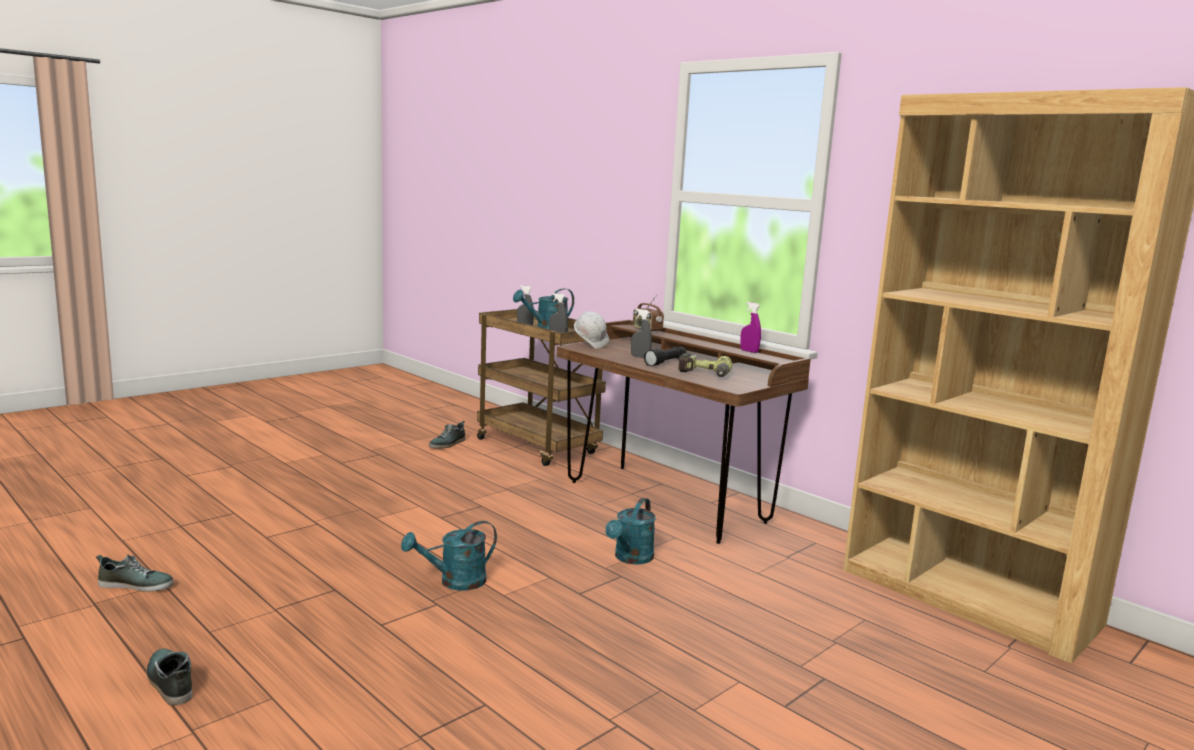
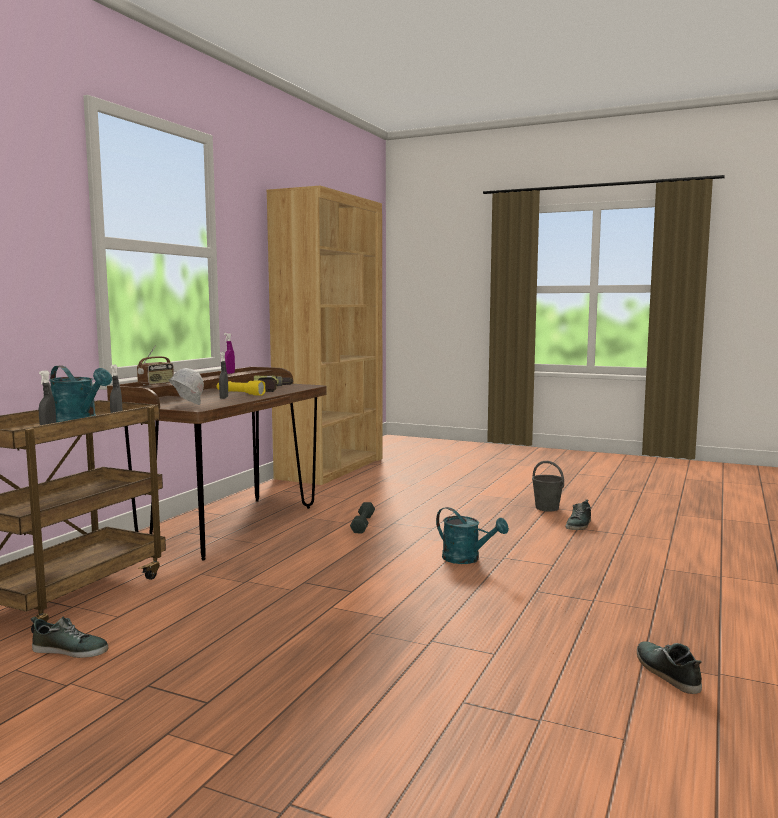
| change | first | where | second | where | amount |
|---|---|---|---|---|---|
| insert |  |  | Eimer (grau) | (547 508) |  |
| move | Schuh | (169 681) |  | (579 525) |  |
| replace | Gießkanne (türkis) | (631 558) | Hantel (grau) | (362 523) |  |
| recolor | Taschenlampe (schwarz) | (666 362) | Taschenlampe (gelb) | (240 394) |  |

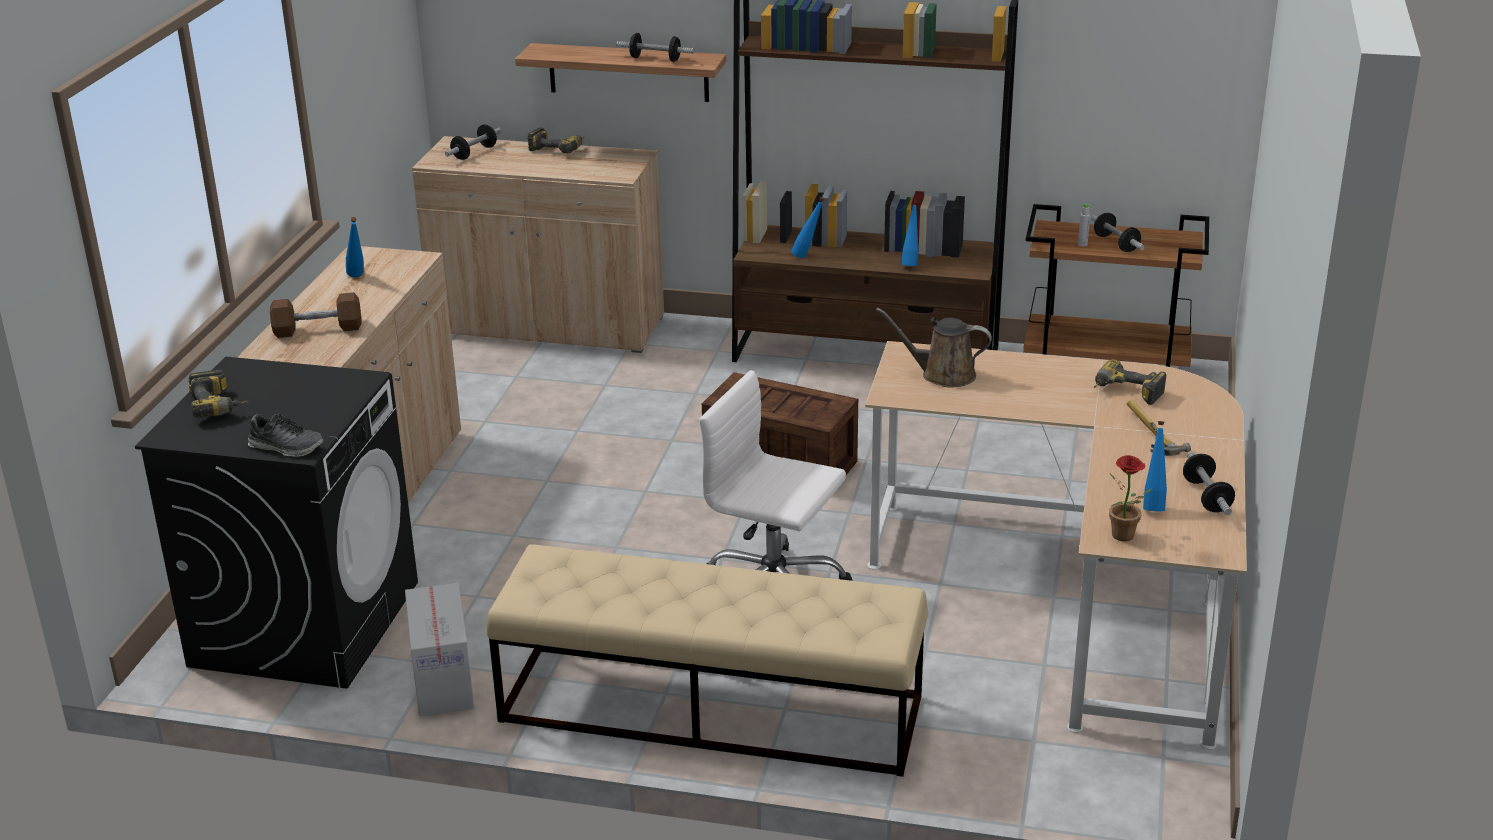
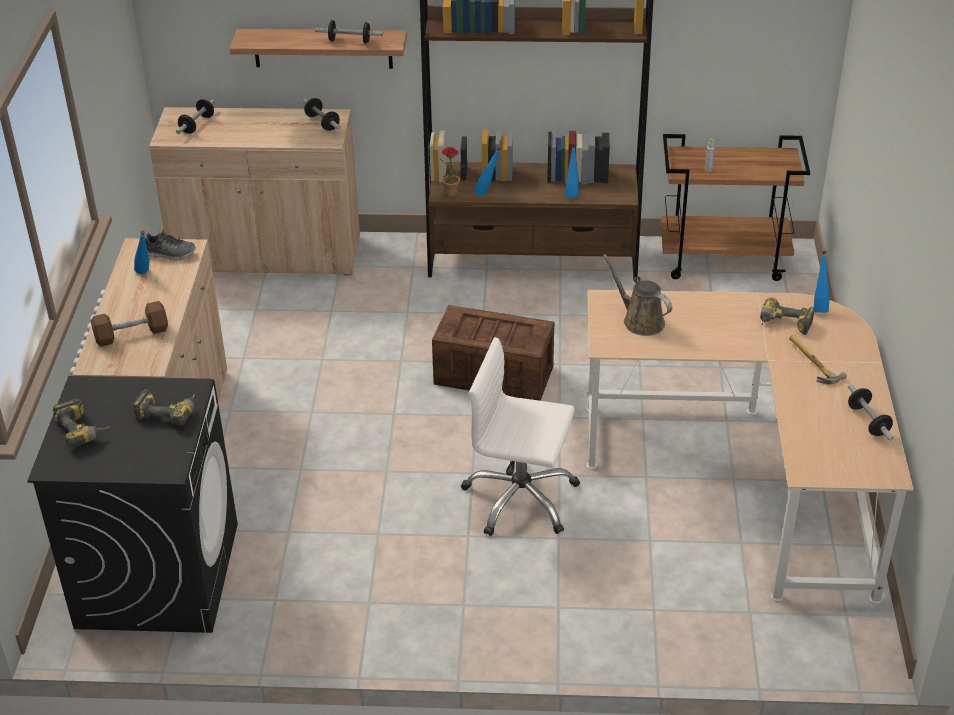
| change | first | where | second | where | amount |
|---|---|---|---|---|---|
| delete | Karton | (443 681) |  |  |  |
| delete | Bank (beige) | (709 709) |  |  |  |
| move | Schuh | (286 447) |  | (169 254) |  |
| move | Bohrmaschine | (559 149) |  | (169 412) |  |
| move | Hantel | (1116 244) |  | (322 123) |  |
| move | Topfpflanze | (1125 538) |  | (452 195) |  |
| move | Flasche (blau) | (1153 505) |  | (819 307) |  |
| rotate | Gießkanne (braun) | (942 375) |  | (640 320) | 45 degrees clockwise |

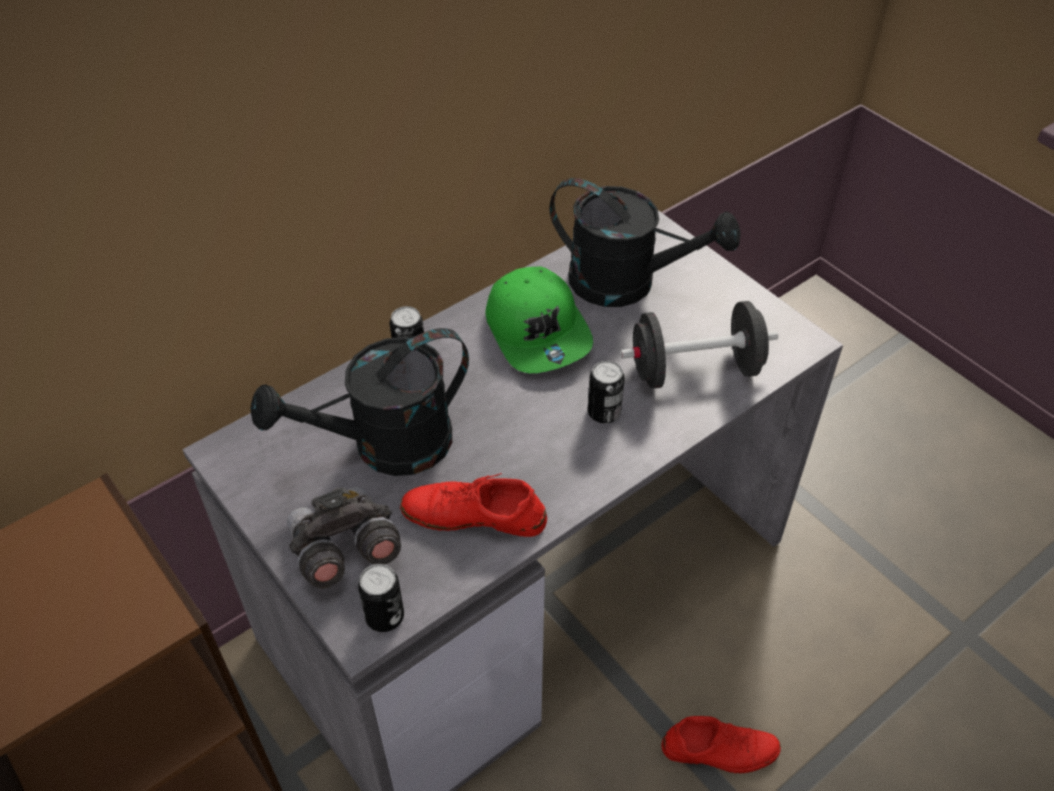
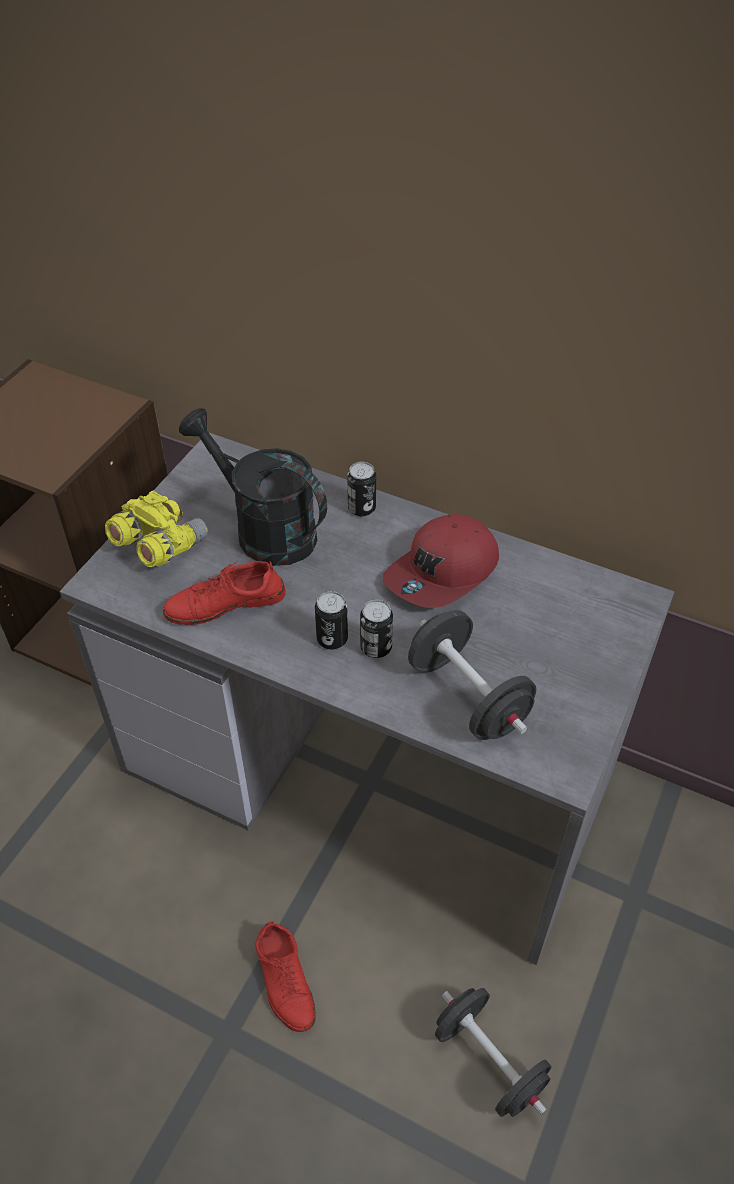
| change | first | where | second | where | amount |
|---|---|---|---|---|---|
| delete | Gießkanne (schwarz) | (627 283) |  |  |  |
| insert |  |  | Hantel (schwarz) | (489 1061) |  |
| move | Dose | (384 616) |  | (332 639) |  |
| recolor | Fernglas (grau) | (344 551) | Fernglas (gelb) | (159 545) |  |
| recolor | Kappe (grün) | (539 331) | Kappe (rot) | (443 573) |  |
| rotate | Schuh (rot) | (474 515) |  | (225 603) | 90 degrees counterclockwise |

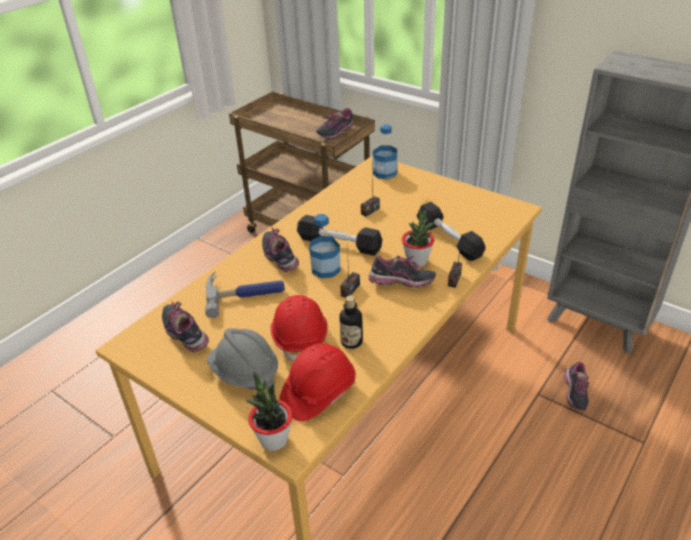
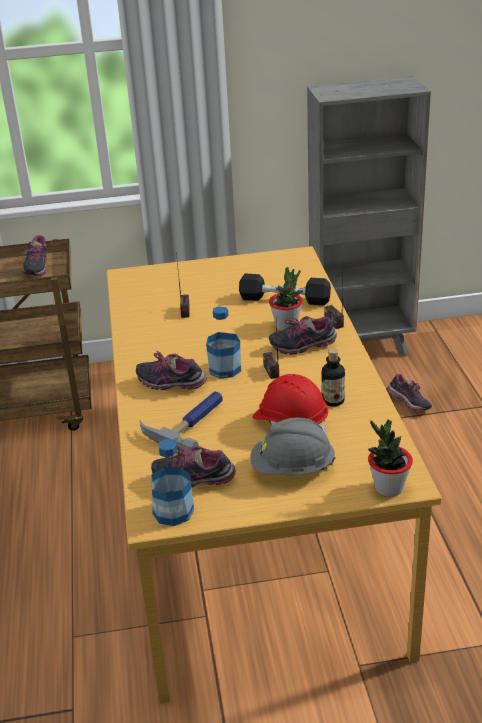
| change | first | where | second | where | amount |
|---|---|---|---|---|---|
| delete | Schutzhelm (rot) | (318 392) |  |  |  |
| delete | Hantel (schwarz) | (339 244) |  |  |  |
| move | Flasche | (385 173) |  | (173 511) |  |
| rotate | Schuh | (401 284) |  | (303 346) | 150 degrees counterclockwise |

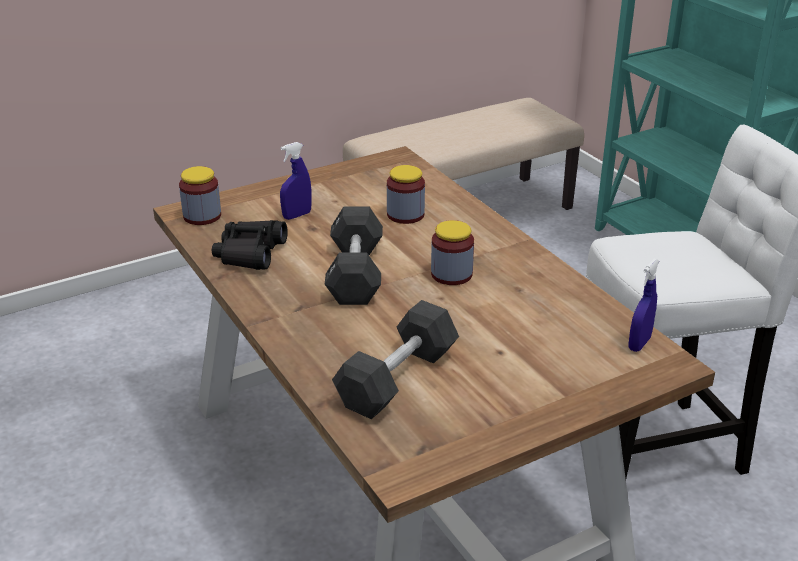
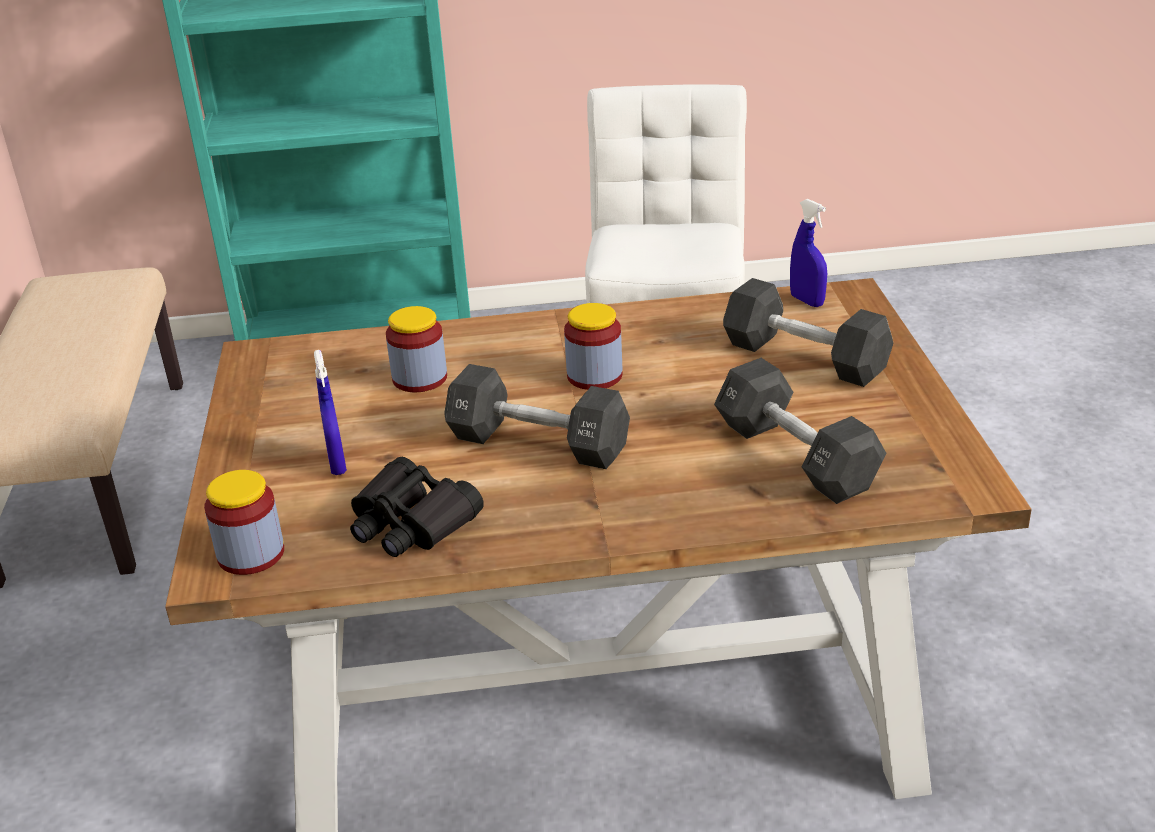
| change | first | where | second | where | amount |
|---|---|---|---|---|---|
| insert |  |  | Hantel (schwarz) | (805 357) |  |

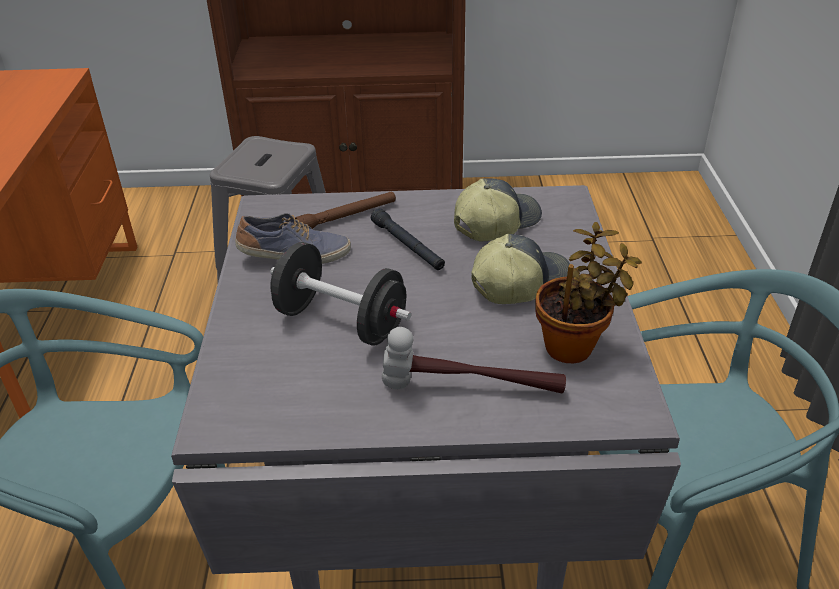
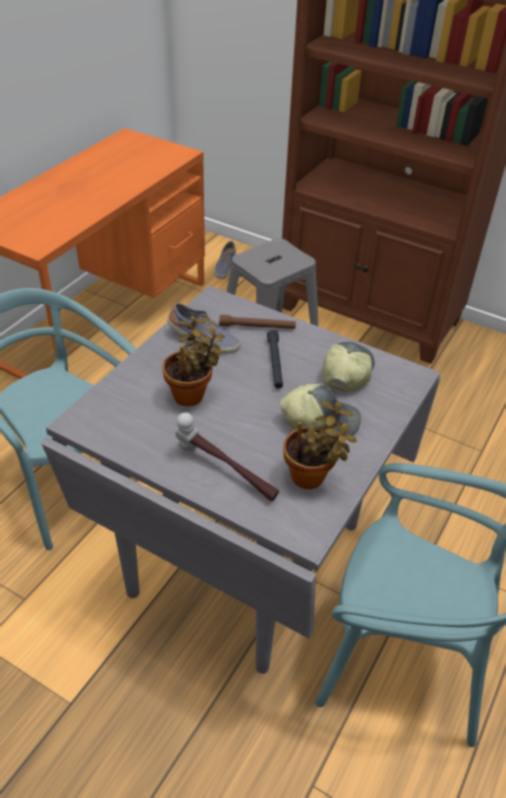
| change | first | where | second | where | amount |
|---|---|---|---|---|---|
| insert |  |  | Schuh | (224 267) |  |
| replace | Hantel (schwarz) | (341 322) | Topfpflanze | (192 395) |  |
| rotate | Kappe | (495 222) |  | (346 372) | 60 degrees counterclockwise |

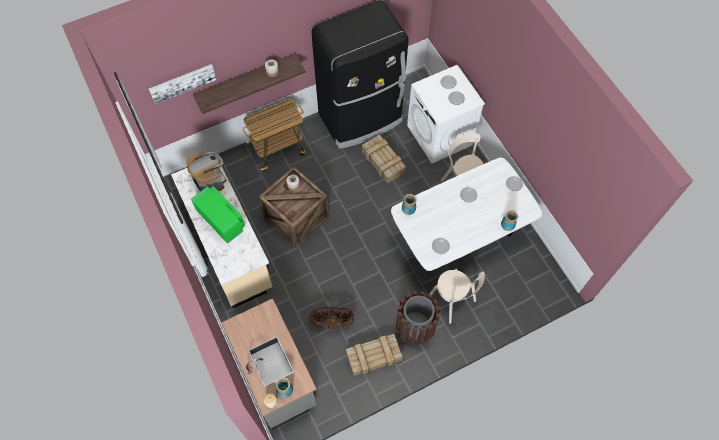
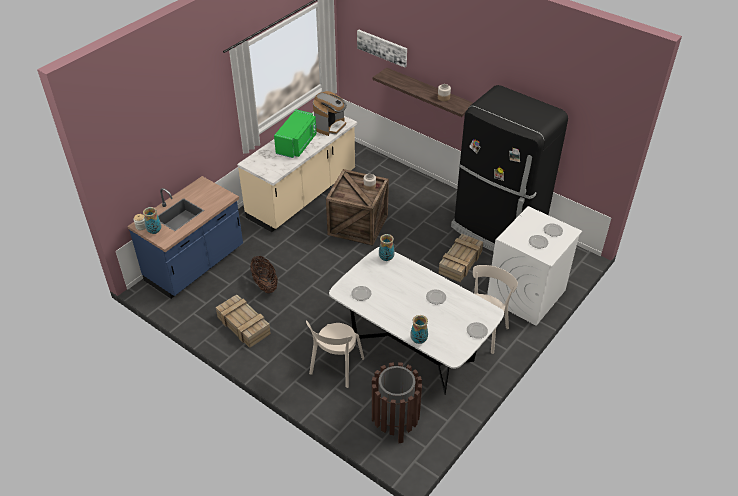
| change | first | where | second | where | amount |
|---|---|---|---|---|---|
| delete | Rollwagen | (278 148) |  |  |  |
| move | Mülleimer (braun) | (414 329) |  | (395 422) |  |
| recolor | Küchenzeile (grau) | (276 375) | Küchenzeile (blau) | (195 265) |  |

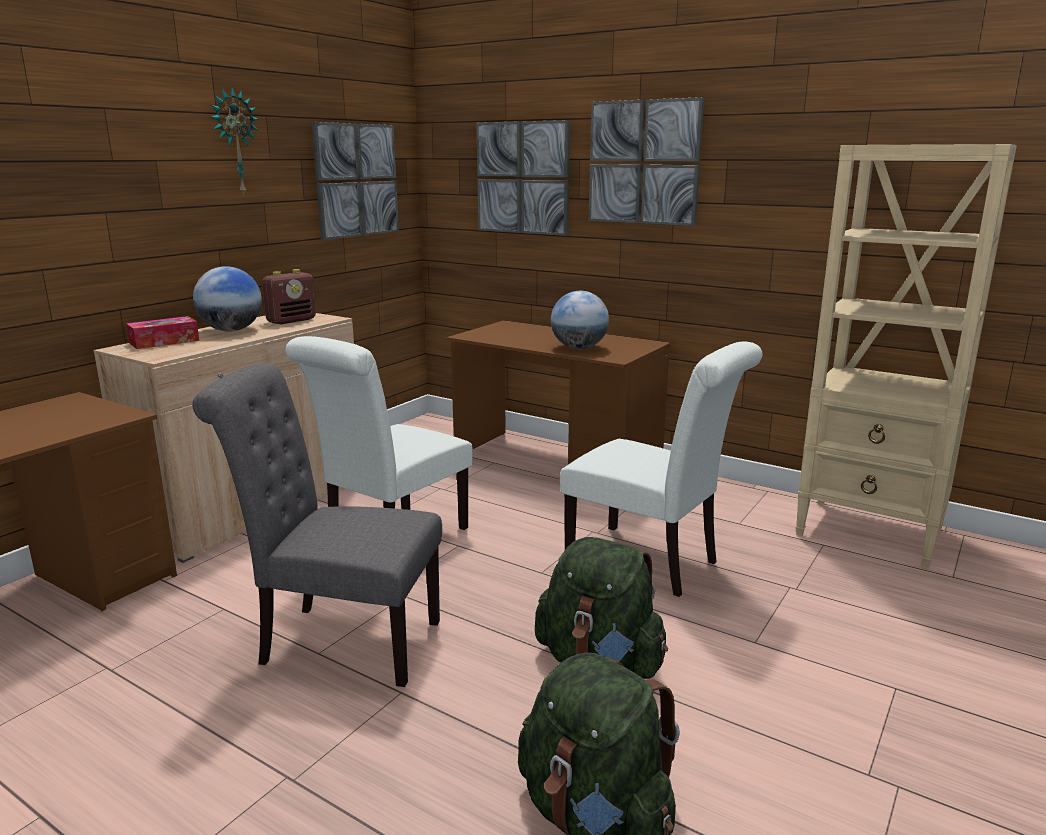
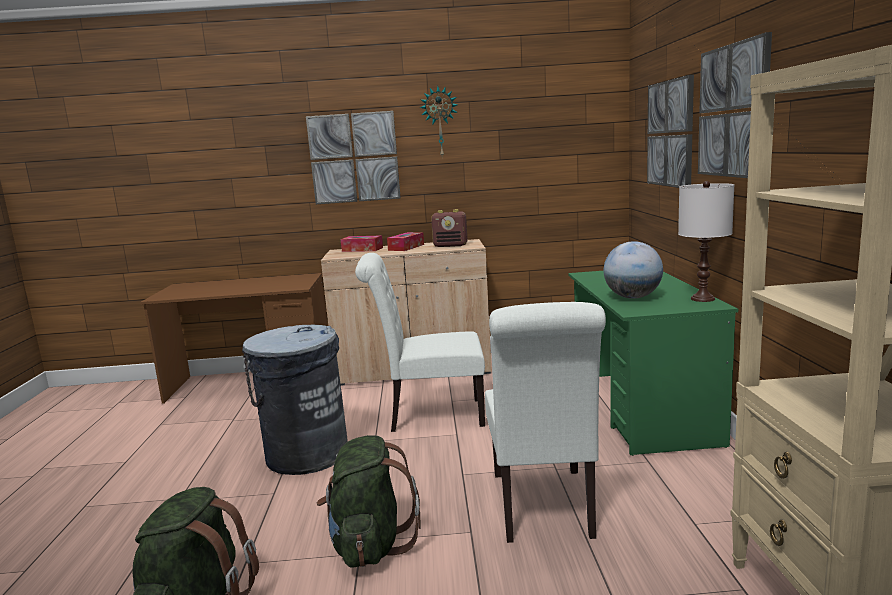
| change | first | where | second | where | amount |
|---|---|---|---|---|---|
| insert |  |  | Tischlampe (weiß) | (703 299) |  |
| move | Bild | (356 180) |  | (354 158) |  |
| replace | Stuhl (grau) | (340 641) | Mülleimer (grau) | (306 454) |  |
| replace | Globus | (231 330) | Taschentuchbox | (406 247) |  |
| recolor | Schreibtisch (braun) | (556 463) | Schreibtisch (grün) | (641 408) |  |

